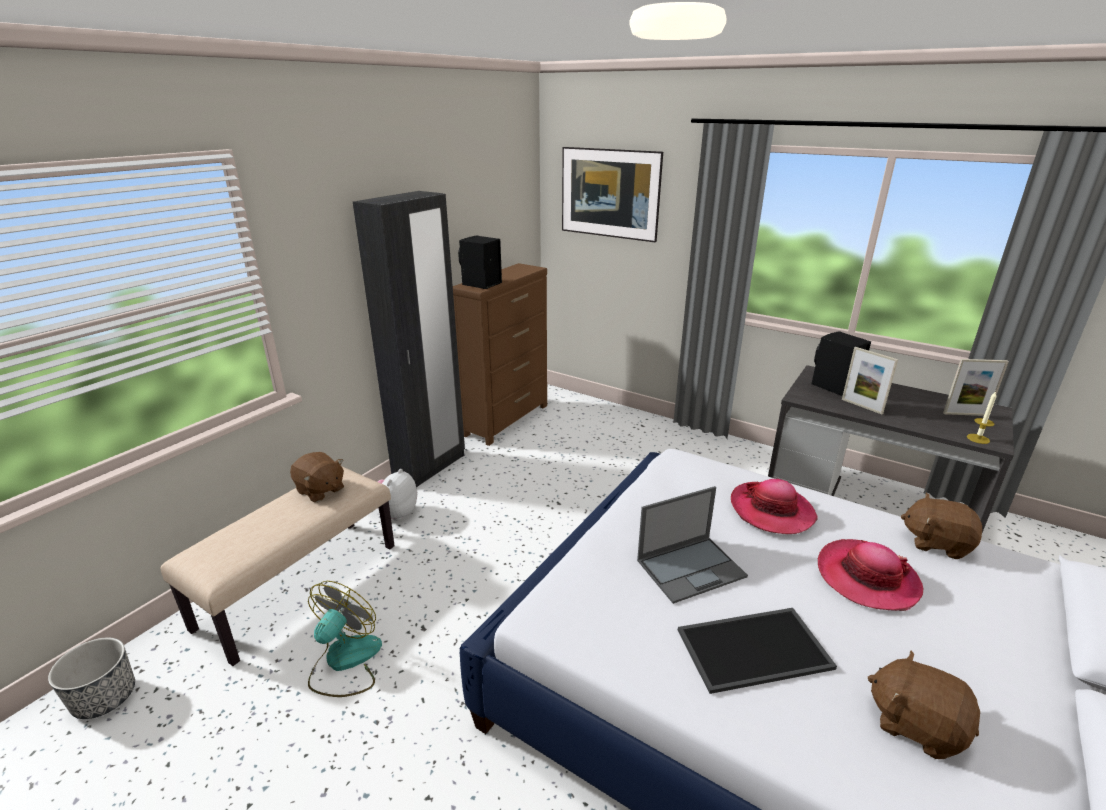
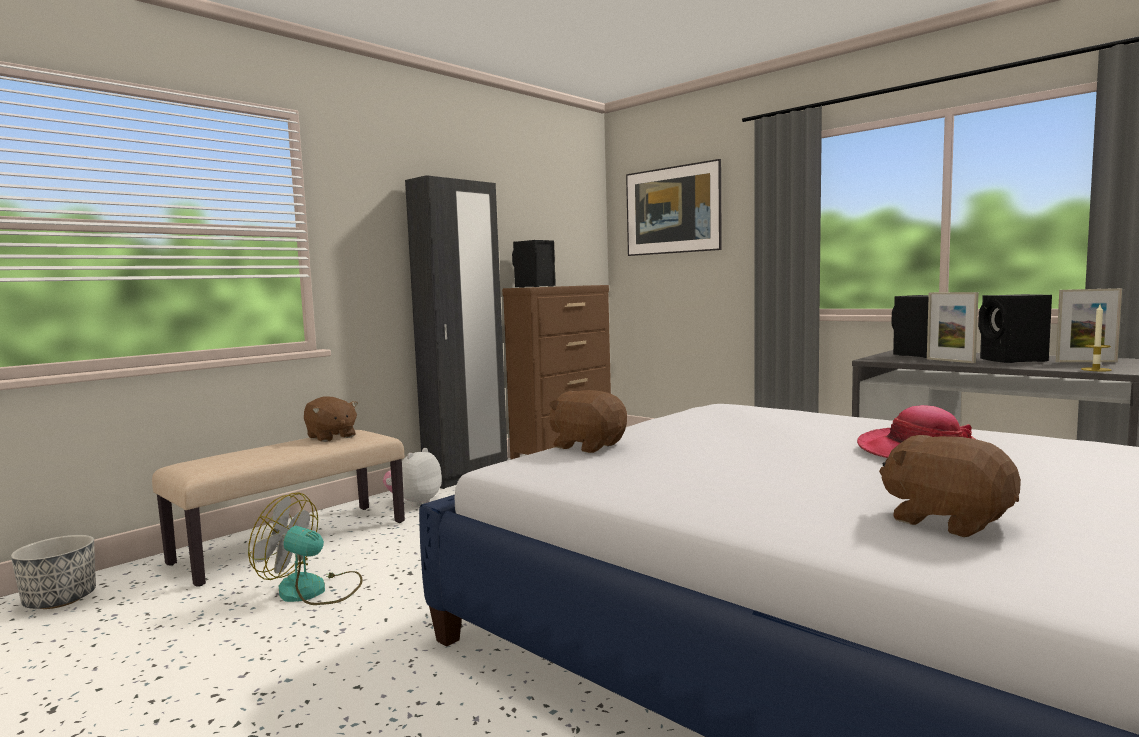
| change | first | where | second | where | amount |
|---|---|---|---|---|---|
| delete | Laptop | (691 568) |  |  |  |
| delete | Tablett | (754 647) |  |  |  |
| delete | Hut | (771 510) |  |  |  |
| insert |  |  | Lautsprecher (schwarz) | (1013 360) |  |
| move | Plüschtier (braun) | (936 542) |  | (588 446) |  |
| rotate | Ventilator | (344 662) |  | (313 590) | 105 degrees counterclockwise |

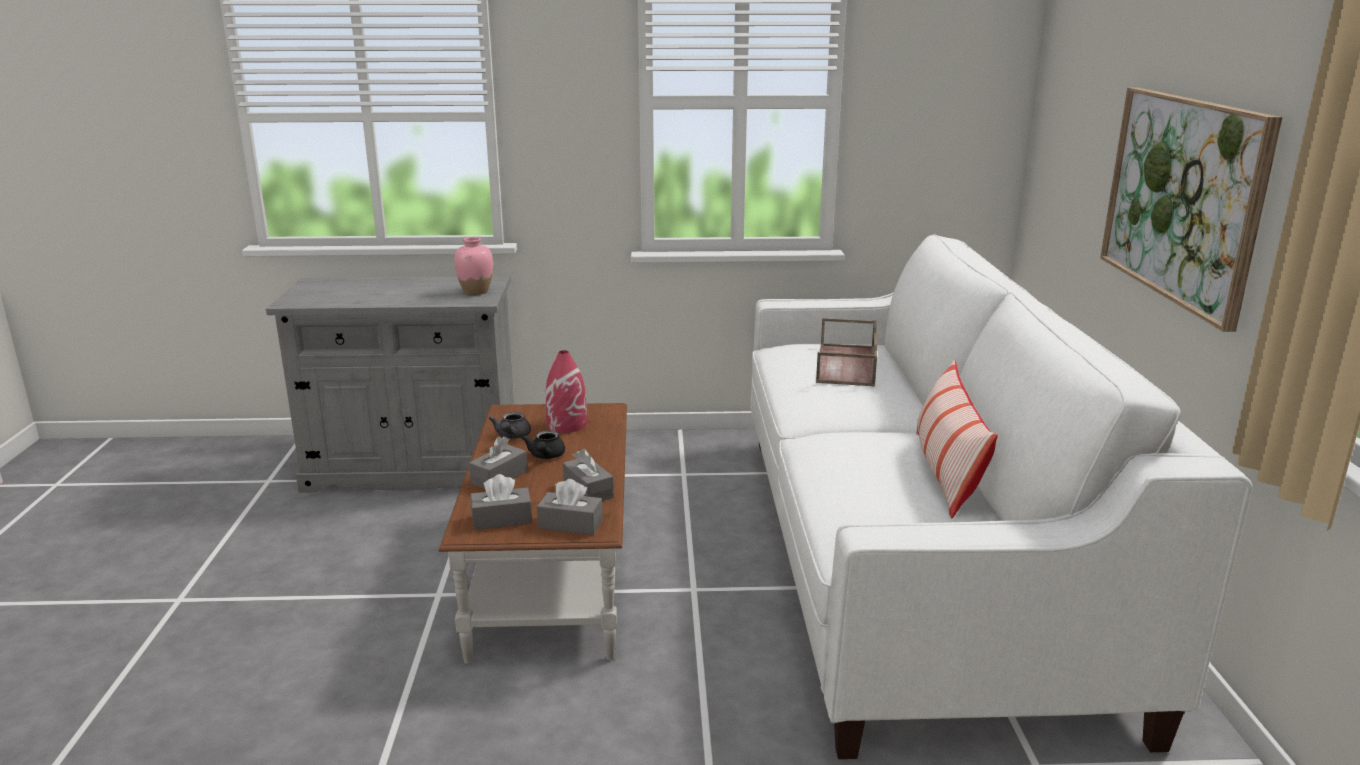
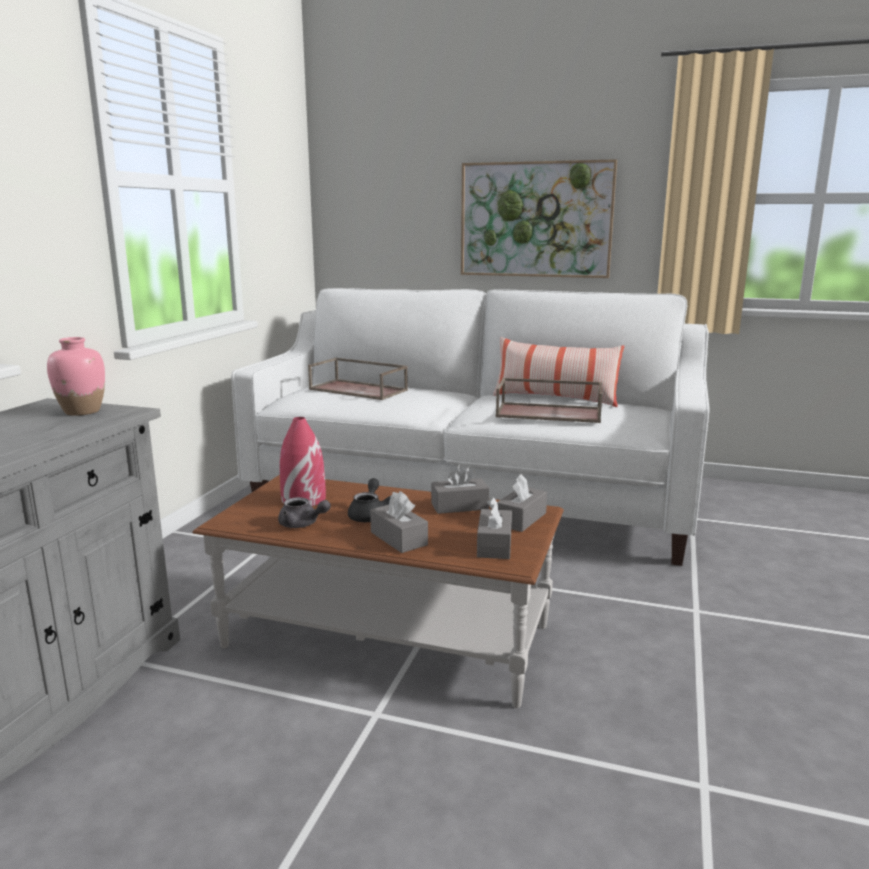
| change | first | where | second | where | amount |
|---|---|---|---|---|---|
| insert |  |  | Tablett (braun) | (550 413) |  |
| rotate | Teekanne (schwarz) | (545 456) |  | (369 515) | 105 degrees counterclockwise |

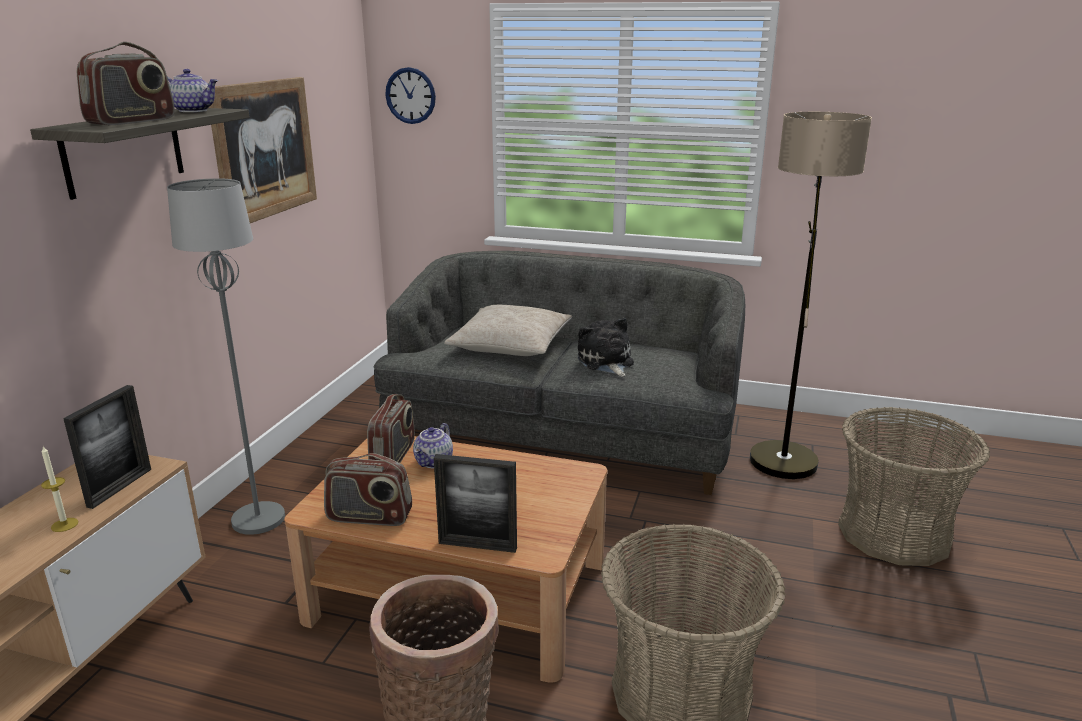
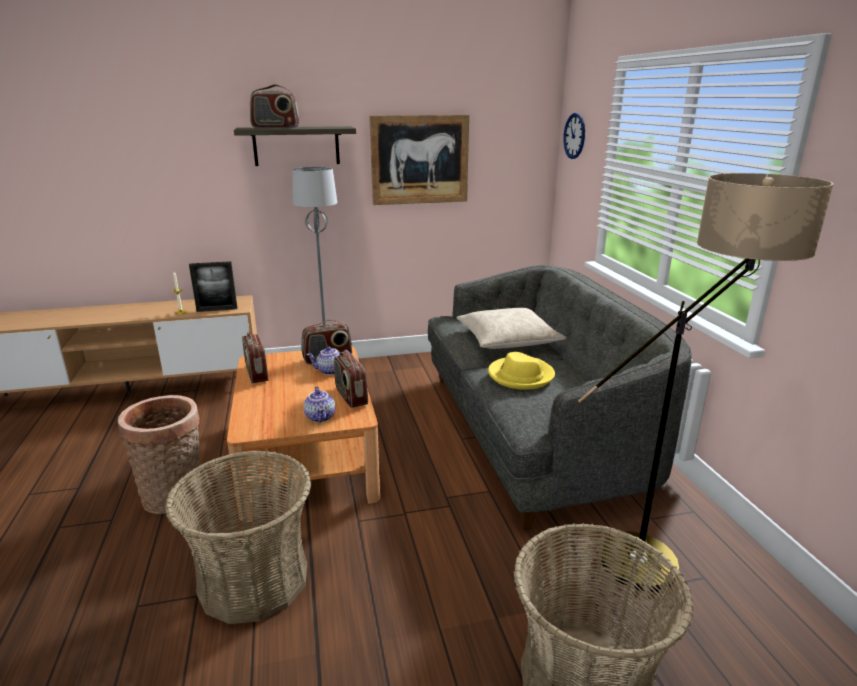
| change | first | where | second | where | amount |
|---|---|---|---|---|---|
| delete | Bilderrahmen | (477 545) |  |  |  |
| insert |  |  | Radio | (350 396) |  |
| move | Teekanne | (194 111) |  | (321 417) |  |
| replace | Plüschtier | (606 362) | Hut (gelb) | (520 376) |  |

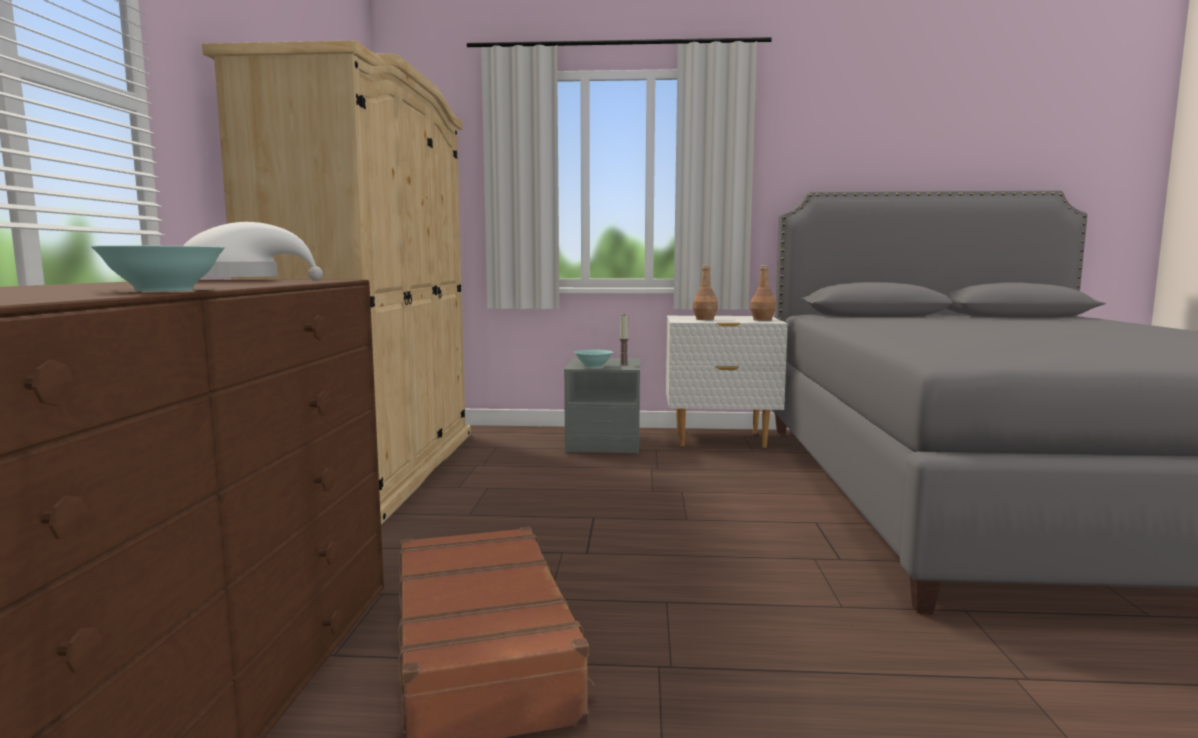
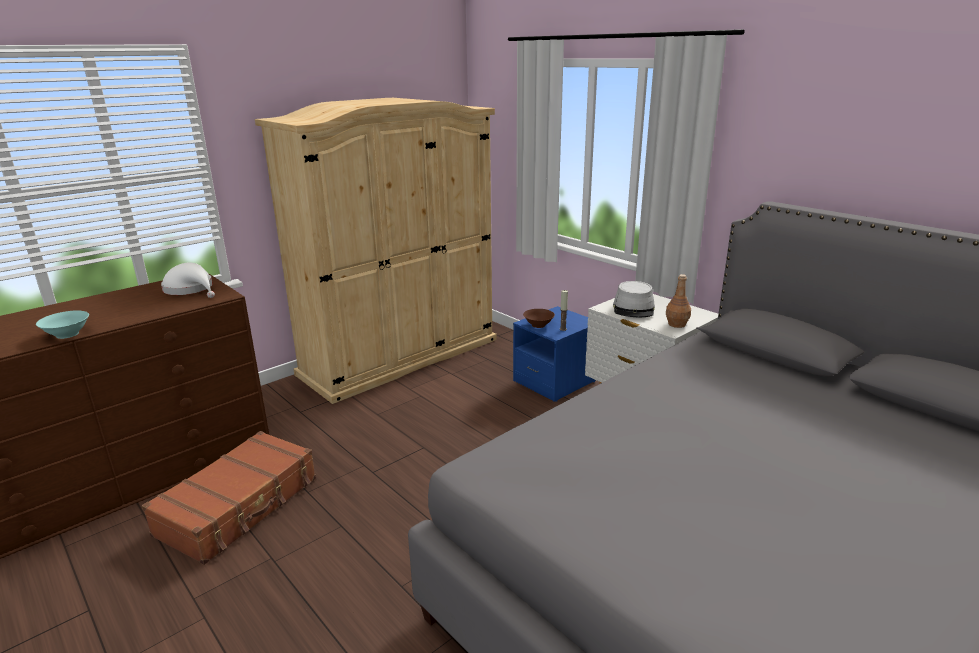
| change | first | where | second | where | amount |
|---|---|---|---|---|---|
| replace | Flasche (braun) | (704 319) | Hut (grau) | (634 308) |  |
| recolor | Nachttisch (grau) | (604 443) | Nachttisch (blau) | (555 381) |  |
| recolor | Schüssel (türkis) | (593 366) | Schüssel (braun) | (538 325) |  |

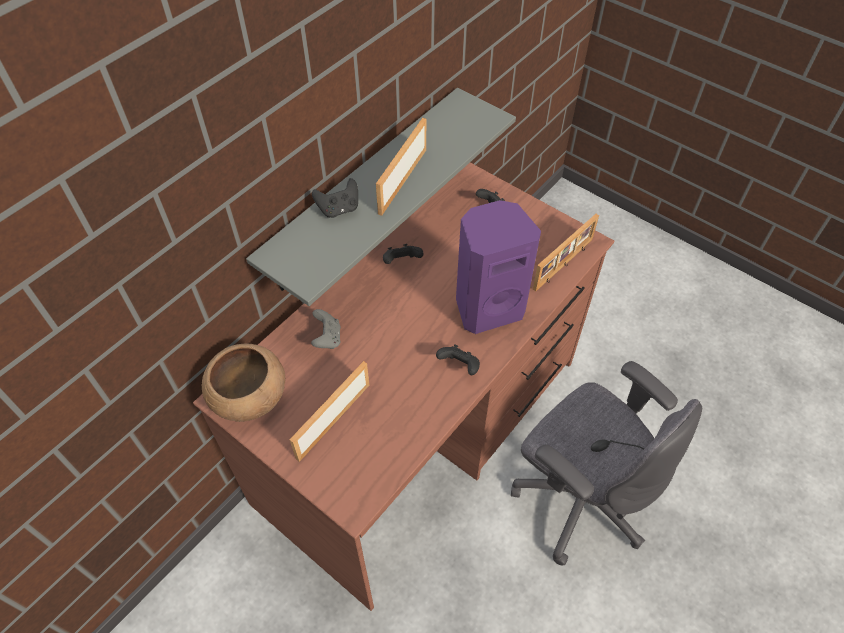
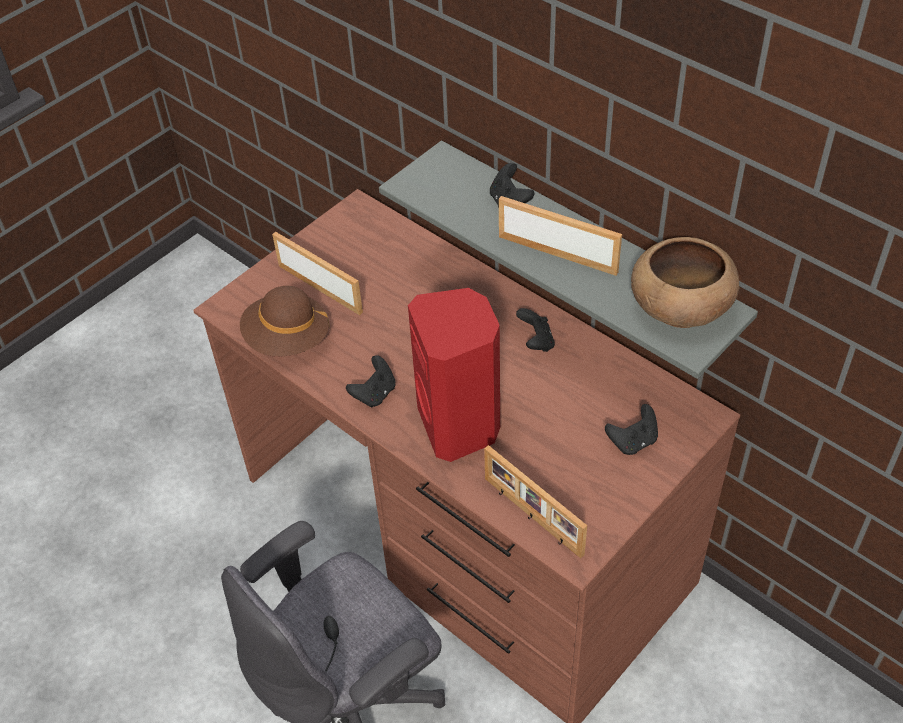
| change | first | where | second | where | amount |
|---|---|---|---|---|---|
| delete | Gamepad (grau) | (327 338) |  |  |  |
| insert |  |  | Hut (braun) | (287 339) |  |
| move | Schüssel (braun) | (248 397) |  | (679 307) |  |
| recolor | Lautsprecher (lila) | (487 307) | Lautsprecher (rot) | (460 425) |  |

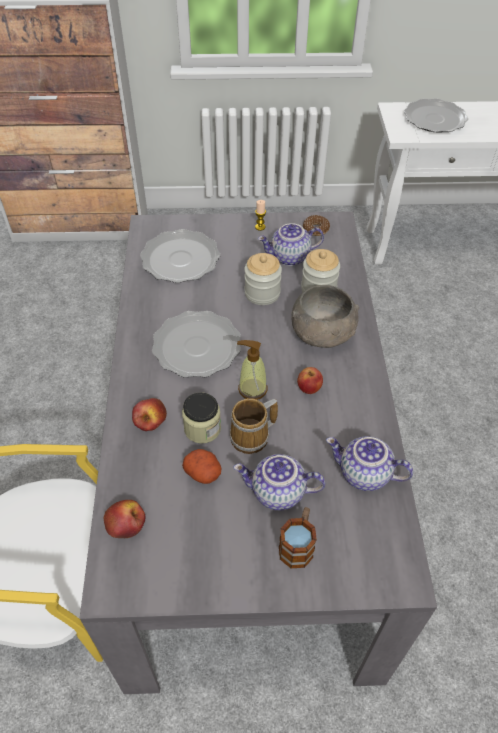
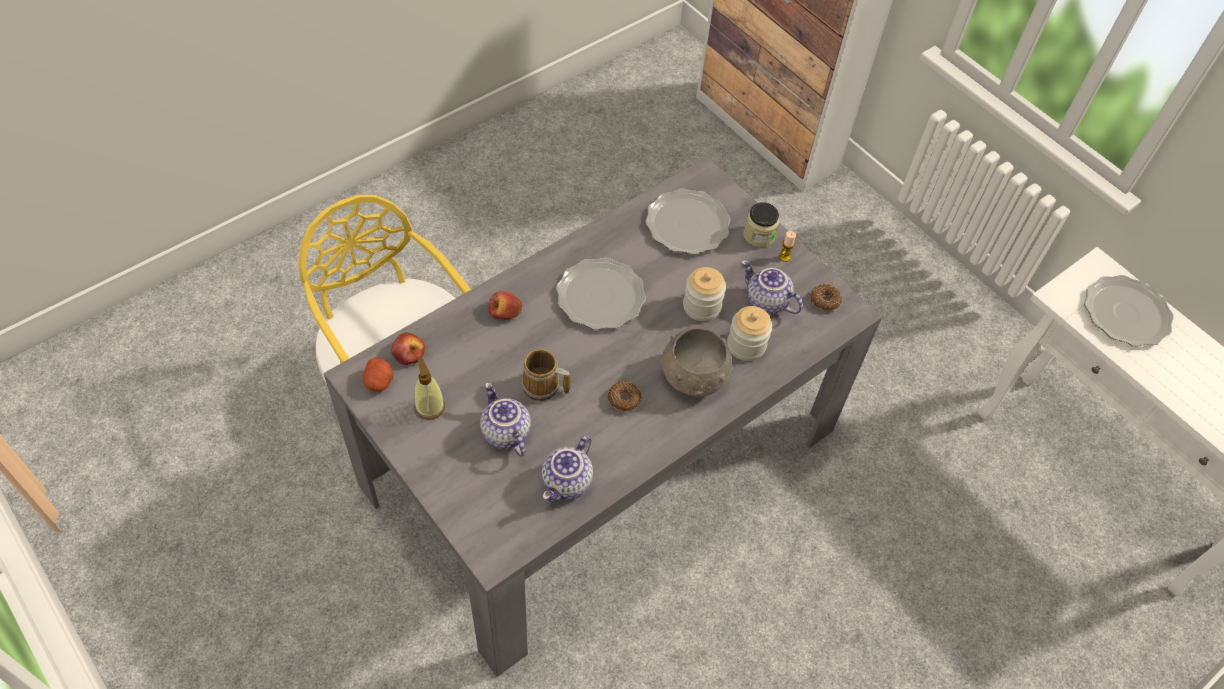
| change | first | where | second | where | amount |
|---|---|---|---|---|---|
| delete | Henkelbecher | (298 544) |  |  |  |
| move | Vorratsglas | (202 428) |  | (759 235) |  |
| move | Kartoffel | (203 472) |  | (379 381) |  |
| move | Seifenspender | (252 389) |  | (429 406) |  |
| replace | Apfel | (309 388) | Donut | (624 399) |  |
| rotate | Teekanne | (363 474) |  | (567 483) | 135 degrees counterclockwise |

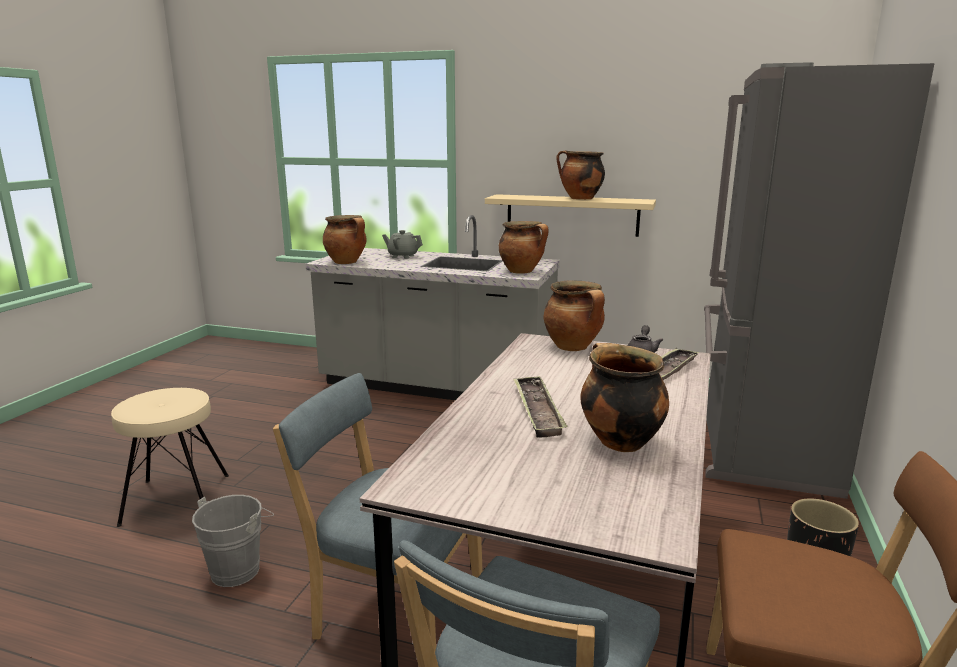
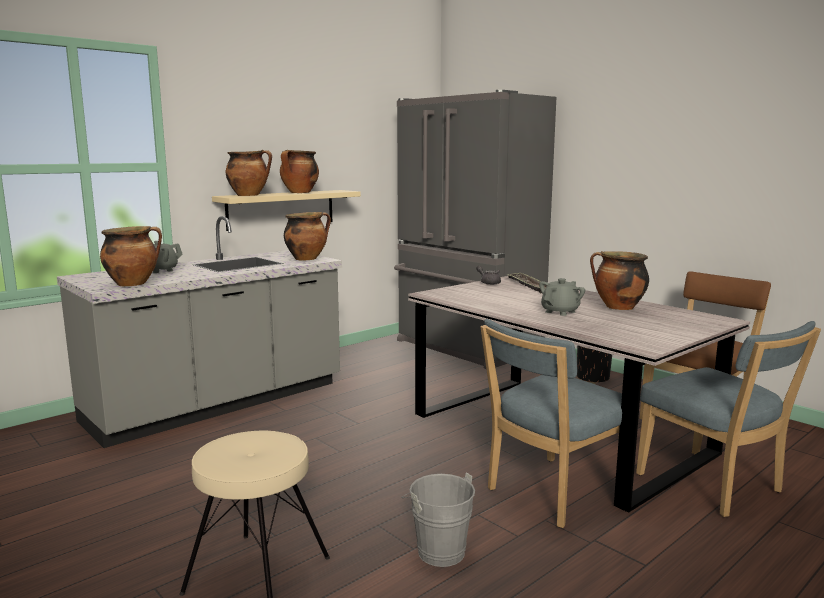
| change | first | where | second | where | amount |
|---|---|---|---|---|---|
| move | Kochtopf | (574 347) |  | (249 195) |  |
| replace | Tablett | (537 410) | Teekanne (grau) | (560 312) |  |

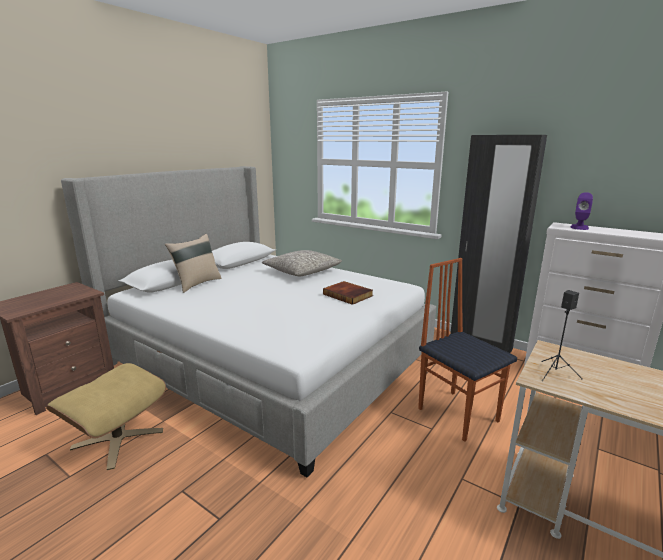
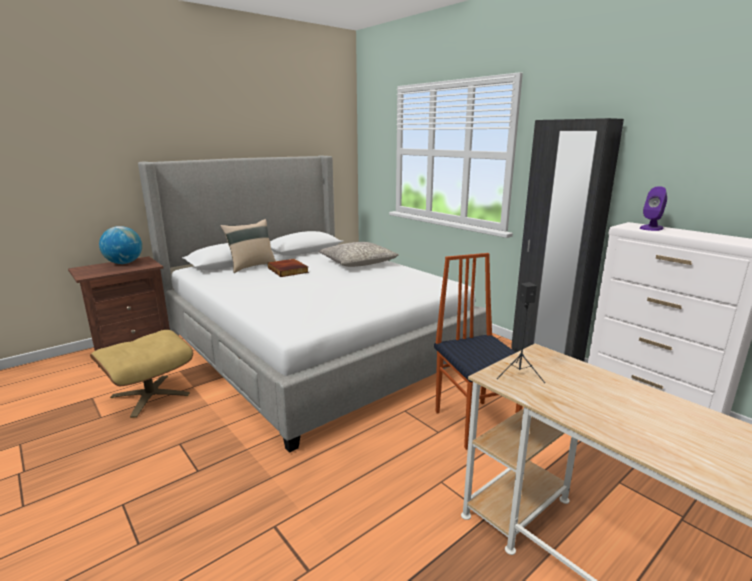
| change | first | where | second | where | amount |
|---|---|---|---|---|---|
| insert |  |  | Globus | (124 263) |  |
| move | Buch | (348 295) |  | (289 270) |  |

